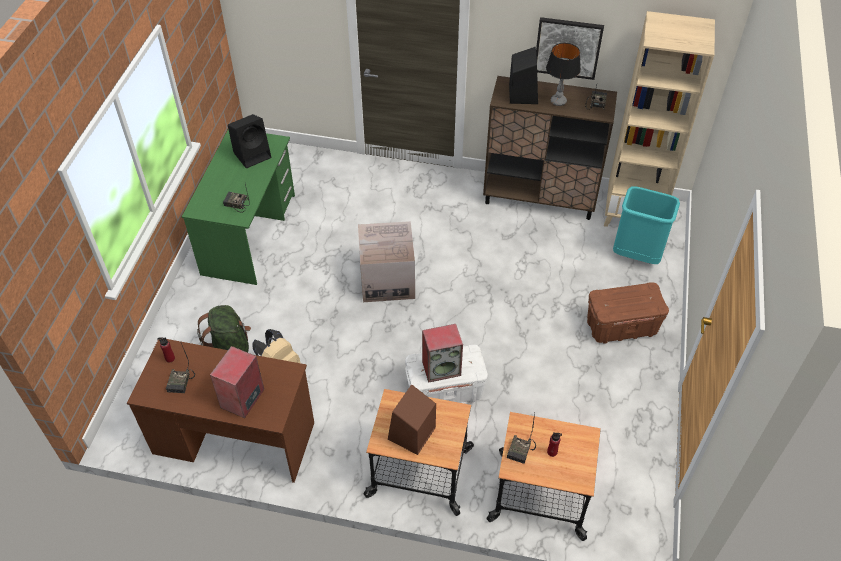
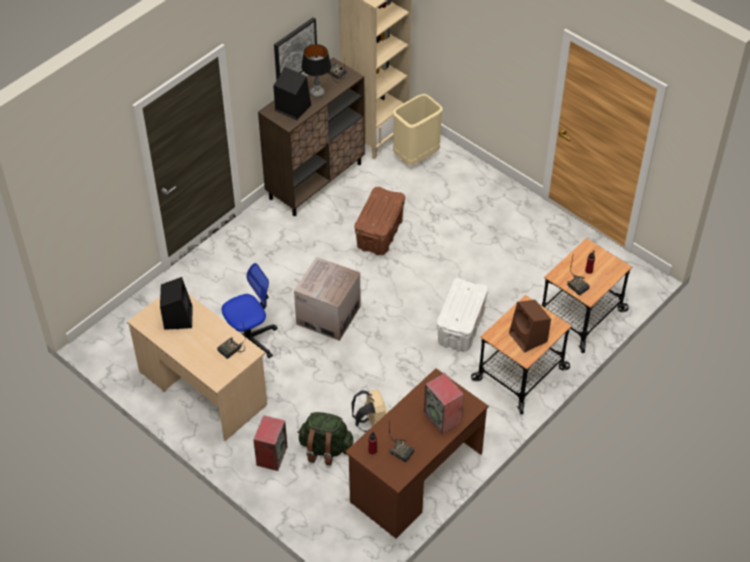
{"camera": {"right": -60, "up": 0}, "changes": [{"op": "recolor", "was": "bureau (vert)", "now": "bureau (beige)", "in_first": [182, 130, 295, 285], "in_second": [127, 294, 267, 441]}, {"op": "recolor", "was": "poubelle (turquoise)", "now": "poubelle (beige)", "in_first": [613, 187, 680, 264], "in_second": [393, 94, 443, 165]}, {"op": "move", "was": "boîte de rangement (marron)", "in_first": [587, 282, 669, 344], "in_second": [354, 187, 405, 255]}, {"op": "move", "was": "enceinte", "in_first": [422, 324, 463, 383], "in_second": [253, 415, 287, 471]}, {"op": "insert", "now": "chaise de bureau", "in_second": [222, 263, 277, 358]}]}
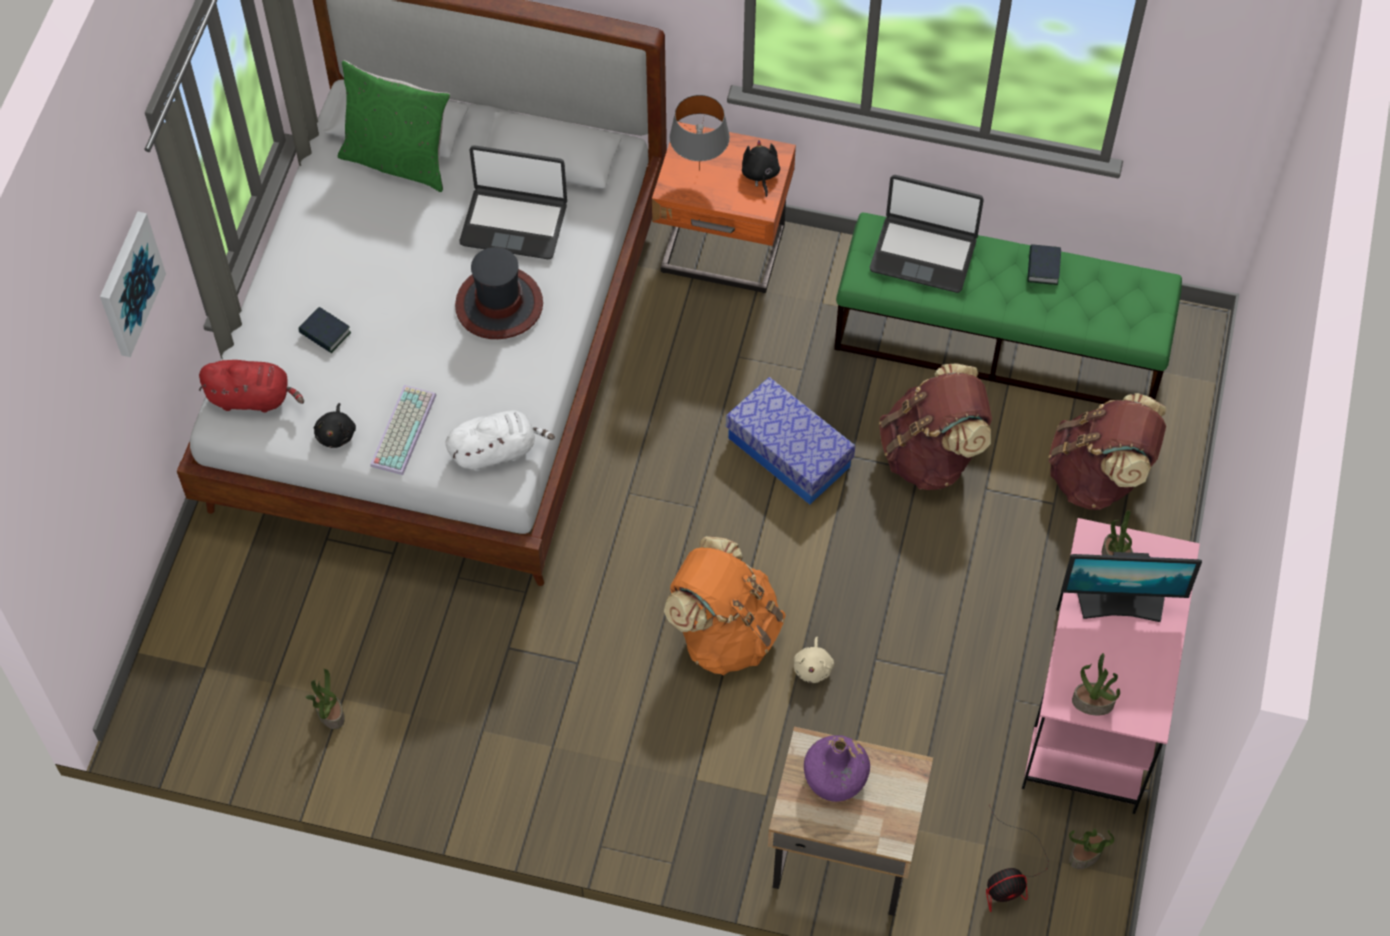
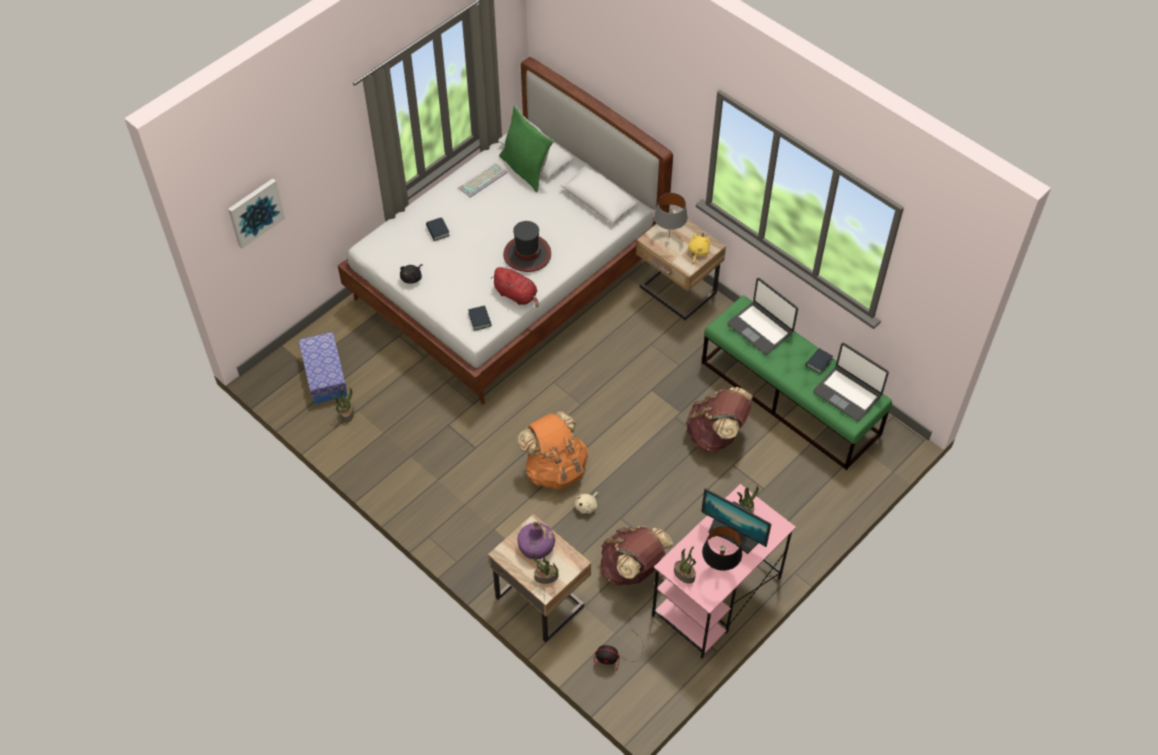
{"camera": {"right": 30, "up": -5}, "changes": [{"op": "recolor", "was": "table de chevet (orange)", "now": "table de chevet (beige)", "in_first": [652, 122, 796, 293], "in_second": [636, 210, 726, 320]}, {"op": "recolor", "was": "peluche (noir)", "now": "peluche (jaune)", "in_first": [742, 140, 780, 197], "in_second": [688, 233, 710, 264]}, {"op": "move", "was": "ordinateur portable", "in_first": [459, 145, 567, 259], "in_second": [813, 343, 889, 421]}, {"op": "move", "was": "tableau", "in_first": [100, 211, 166, 357], "in_second": [228, 178, 285, 249]}, {"op": "move", "was": "peluche (rouge)", "in_first": [199, 360, 304, 413], "in_second": [491, 267, 539, 307]}, {"op": "move", "was": "boîte de rangement", "in_first": [726, 377, 855, 505], "in_second": [299, 332, 347, 404]}, {"op": "move", "was": "clavier", "in_first": [370, 385, 436, 475], "in_second": [459, 162, 508, 198]}, {"op": "move", "was": "sac à dos (marron)", "in_first": [1049, 393, 1166, 510], "in_second": [601, 526, 674, 586]}, {"op": "replace", "was": "peluche (blanc)", "now": "livre", "in_first": [445, 410, 555, 471], "in_second": [468, 306, 492, 331]}, {"op": "move", "was": "plante en pot", "in_first": [1069, 829, 1114, 869], "in_second": [533, 554, 558, 584]}, {"op": "insert", "now": "lampe de table (noir)", "in_second": [702, 526, 742, 571]}]}
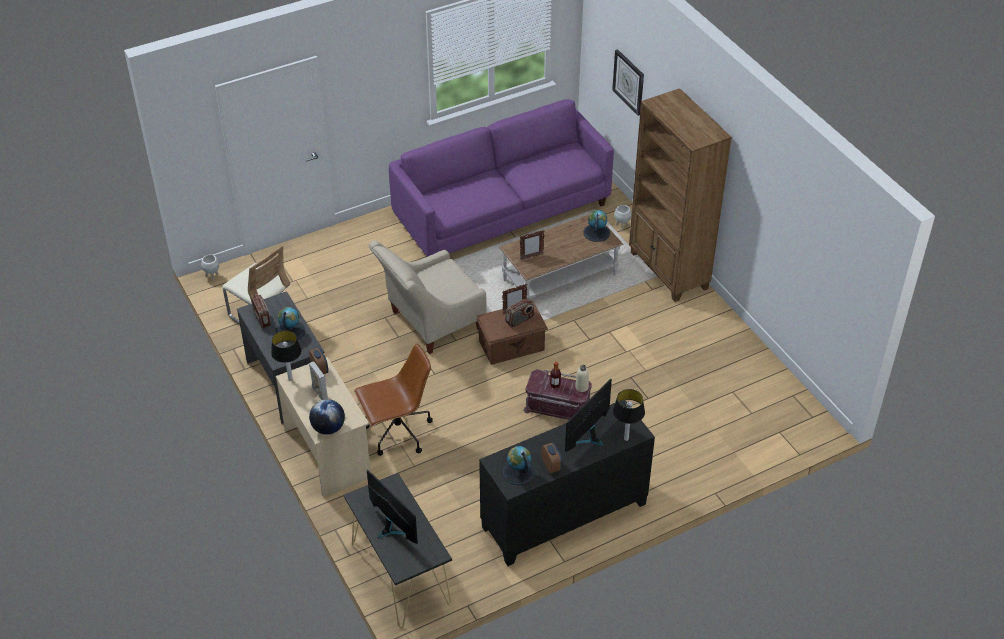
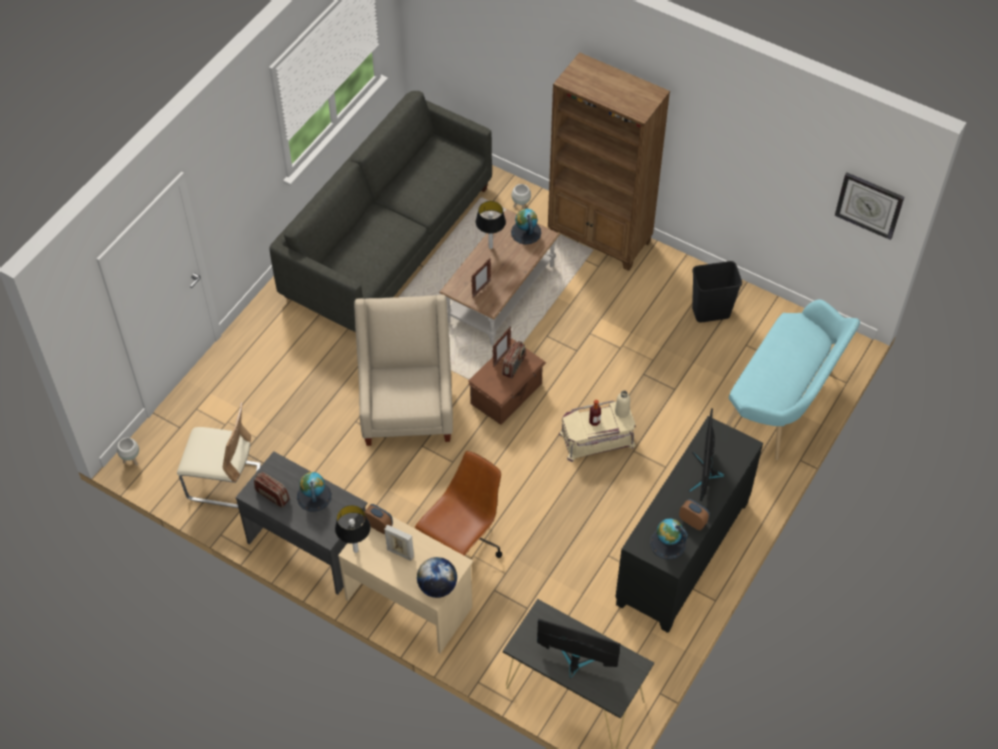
{"camera": {"right": -30, "up": 10}, "changes": [{"op": "move", "was": "horloge murale", "in_first": [612, 49, 644, 116], "in_second": [835, 172, 904, 240]}, {"op": "recolor", "was": "canapé (violet)", "now": "canapé (gris)", "in_first": [389, 99, 614, 257], "in_second": [270, 91, 492, 332]}, {"op": "rotate", "was": "fauteuil (beige)", "in_first": [369, 240, 487, 354], "in_second": [354, 295, 453, 446], "clockwise": 150}, {"op": "recolor", "was": "boîte de rangement (rouge)", "now": "boîte de rangement (beige)", "in_first": [523, 369, 592, 420], "in_second": [559, 401, 636, 462]}, {"op": "move", "was": "lampe de table", "in_first": [613, 389, 645, 441], "in_second": [476, 201, 506, 249]}, {"op": "insert", "now": "poubelle (noir)", "in_second": [692, 261, 742, 323]}, {"op": "insert", "now": "banc (turquoise)", "in_second": [726, 299, 860, 460]}]}
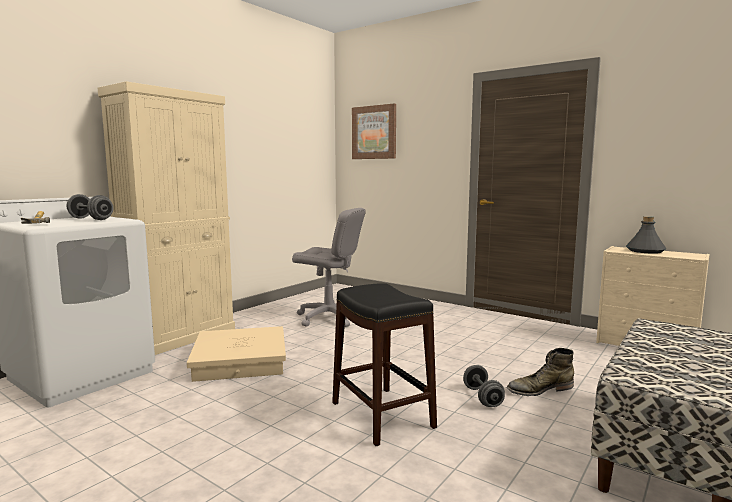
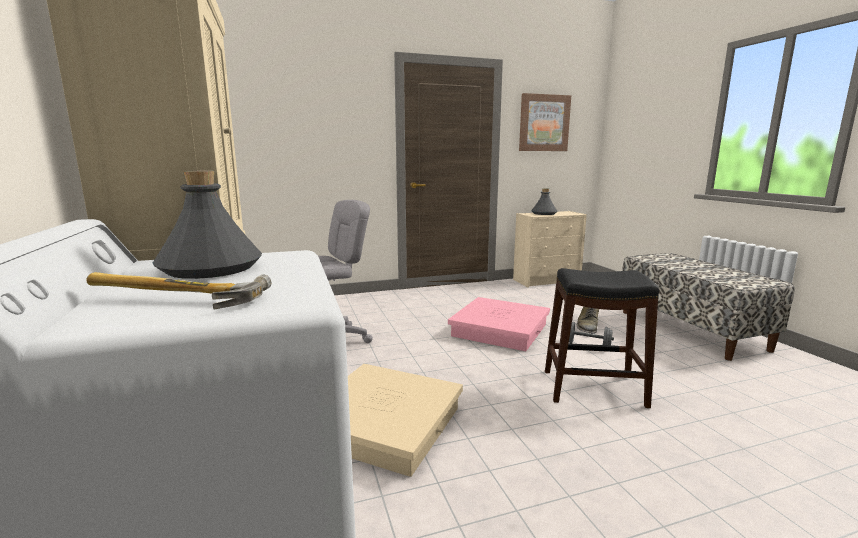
{"camera": {"right": -55, "up": 5}, "changes": [{"op": "move", "was": "tableau", "in_first": [352, 103, 396, 159], "in_second": [519, 93, 571, 151]}, {"op": "replace", "was": "haltère (gris)", "now": "bouteille (gris)", "in_first": [67, 194, 114, 220], "in_second": [153, 171, 262, 279]}, {"op": "insert", "now": "boîte de rangement (rose)", "in_second": [448, 297, 550, 351]}]}
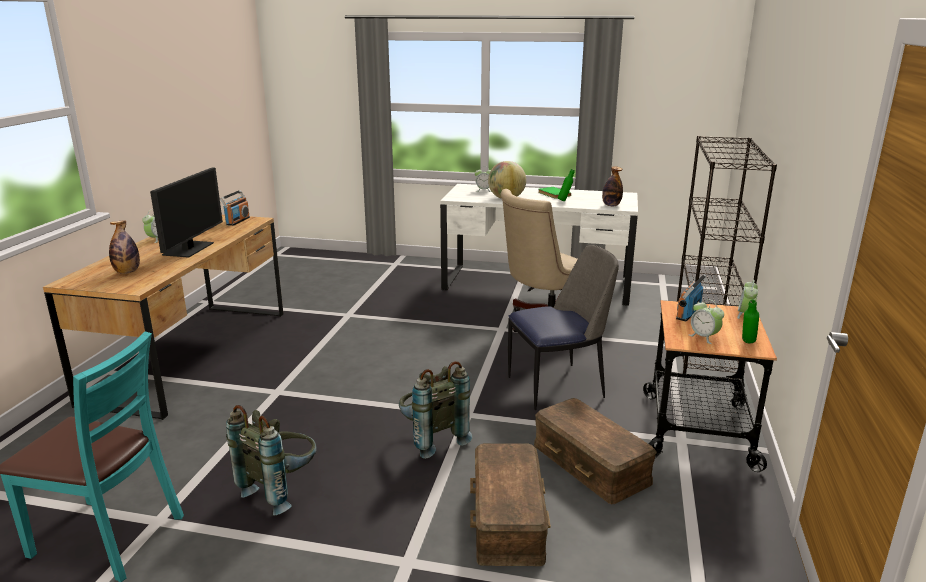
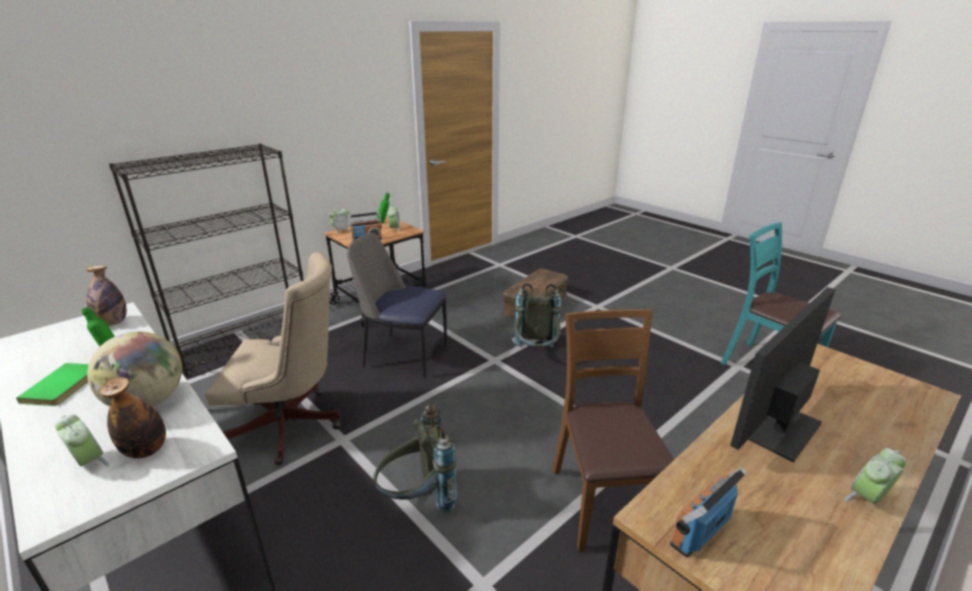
{"camera": {"right": -145, "up": 5}, "changes": [{"op": "move", "was": "bouteille", "in_first": [109, 220, 140, 274], "in_second": [99, 377, 166, 459]}, {"op": "delete", "was": "boîte de rangement (marron)", "in_first": [534, 398, 657, 504]}, {"op": "move", "was": "sac à dos (gris)", "in_first": [226, 405, 317, 515], "in_second": [373, 403, 457, 513]}, {"op": "insert", "now": "chaise (marron)", "in_second": [552, 309, 675, 551]}]}
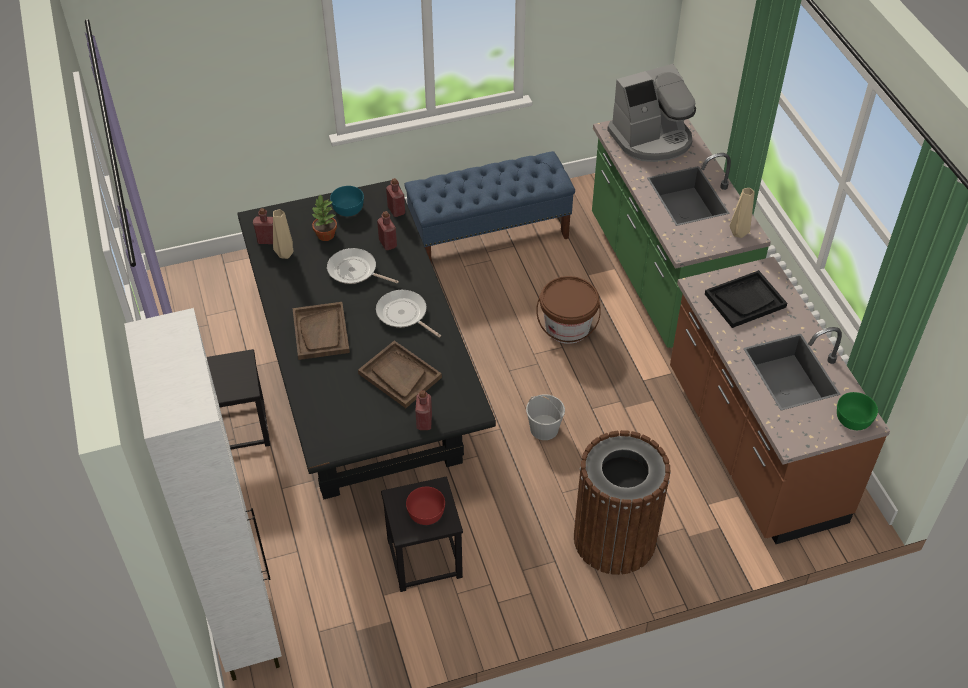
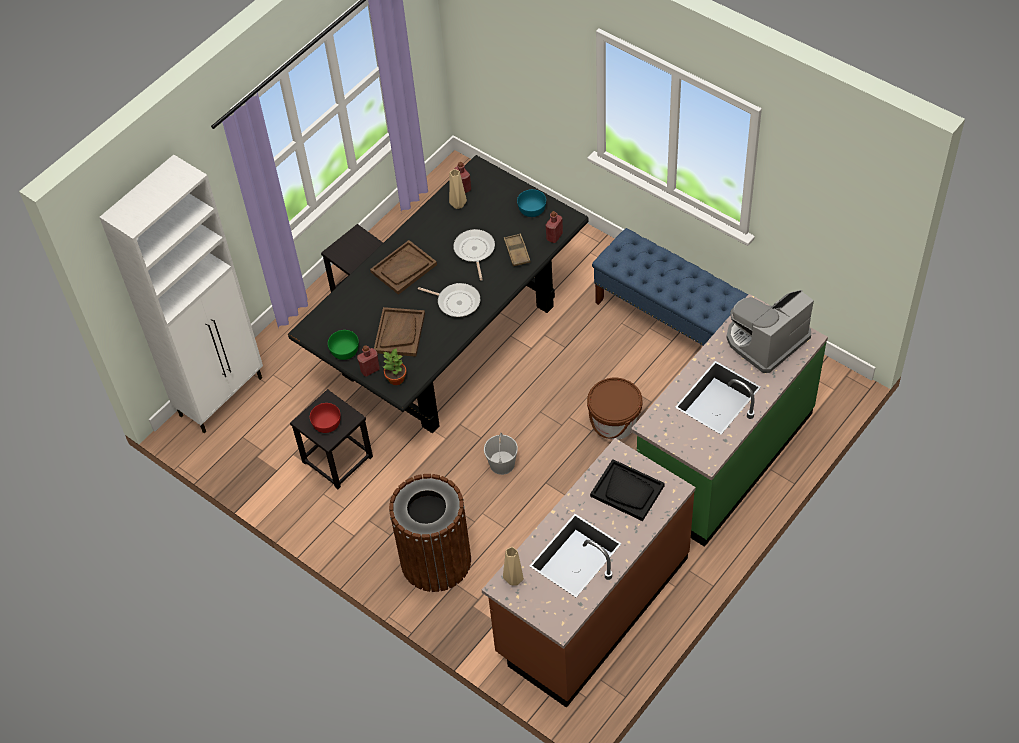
{"camera": {"right": 60, "up": 5}, "changes": [{"op": "rotate", "was": "machine à café", "in_first": [607, 64, 696, 162], "in_second": [726, 290, 814, 373], "clockwise": 105}, {"op": "move", "was": "vase (beige)", "in_first": [730, 188, 755, 238], "in_second": [503, 547, 524, 585]}, {"op": "move", "was": "plante en pot", "in_first": [312, 195, 337, 241], "in_second": [383, 348, 406, 385]}, {"op": "replace", "was": "bouteille (rouge)", "now": "plateau (marron)", "in_first": [377, 211, 397, 250], "in_second": [504, 233, 530, 266]}, {"op": "rotate", "was": "poêle", "in_first": [376, 290, 441, 338], "in_second": [418, 283, 480, 317], "clockwise": 105}, {"op": "move", "was": "bol (vert)", "in_first": [837, 392, 878, 430], "in_second": [328, 330, 359, 360]}]}
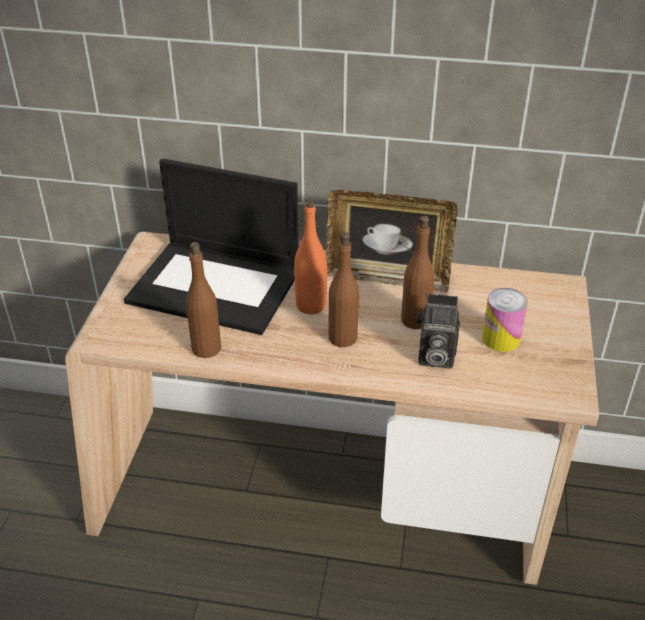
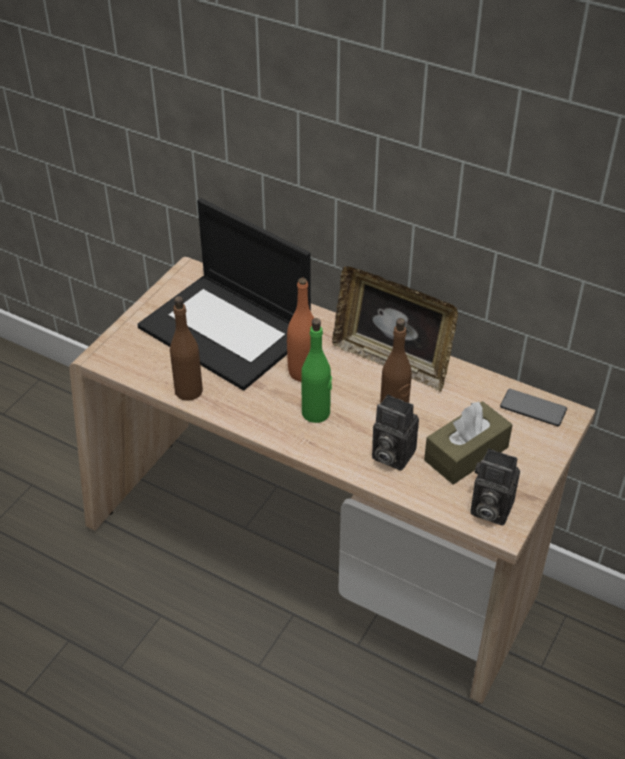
{"camera": {"right": 20, "up": 5}, "changes": [{"op": "recolor", "was": "bouteille (marron)", "now": "bouteille (vert)", "in_first": [328, 232, 360, 347], "in_second": [301, 318, 332, 423]}, {"op": "replace", "was": "boîte métallique", "now": "boîte à mouchoirs (marron)", "in_first": [482, 288, 528, 352], "in_second": [424, 401, 512, 485]}, {"op": "insert", "now": "téléphone", "in_second": [500, 389, 567, 426]}, {"op": "insert", "now": "appareil photo", "in_second": [470, 449, 520, 526]}]}
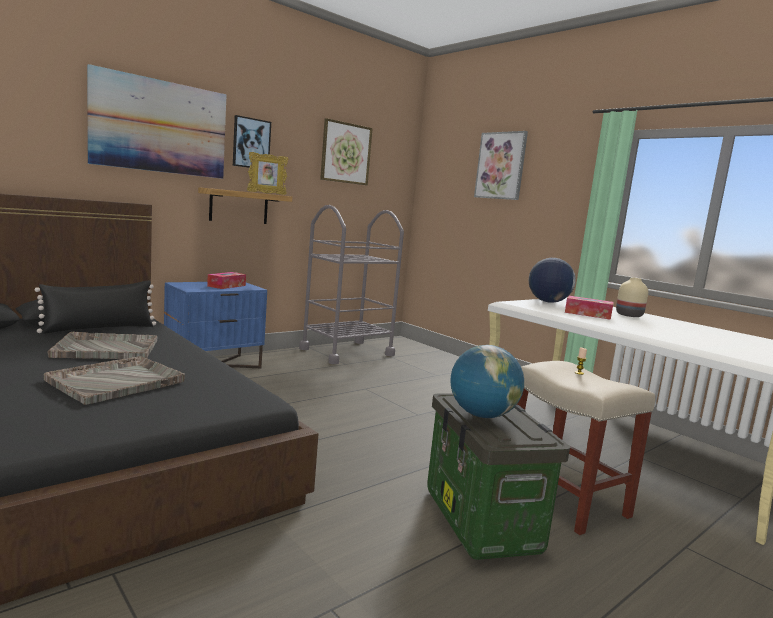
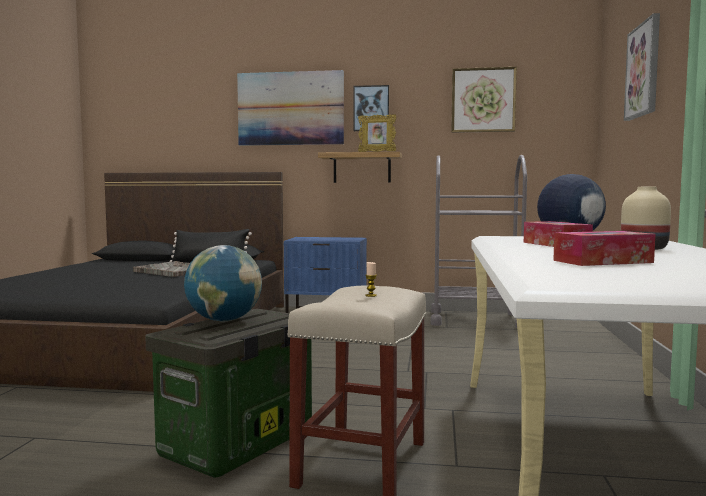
{"camera": {"right": 50, "up": -5}, "changes": [{"op": "move", "was": "boîte à mouchoirs", "in_first": [207, 272, 246, 289], "in_second": [553, 231, 655, 266]}, {"op": "delete", "was": "plateau (gris)", "in_first": [44, 356, 185, 405]}]}
